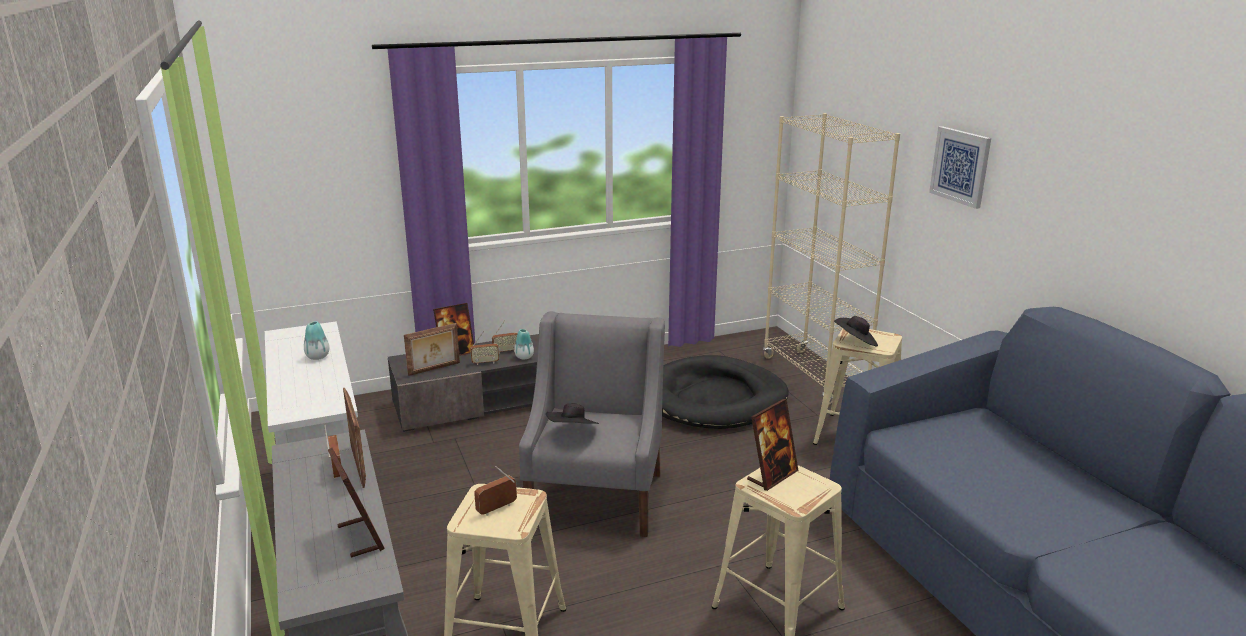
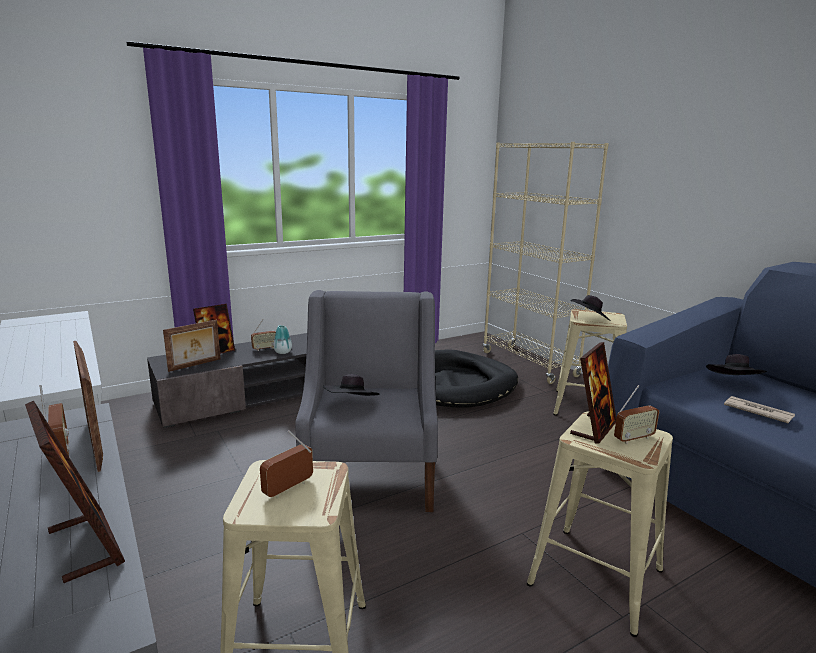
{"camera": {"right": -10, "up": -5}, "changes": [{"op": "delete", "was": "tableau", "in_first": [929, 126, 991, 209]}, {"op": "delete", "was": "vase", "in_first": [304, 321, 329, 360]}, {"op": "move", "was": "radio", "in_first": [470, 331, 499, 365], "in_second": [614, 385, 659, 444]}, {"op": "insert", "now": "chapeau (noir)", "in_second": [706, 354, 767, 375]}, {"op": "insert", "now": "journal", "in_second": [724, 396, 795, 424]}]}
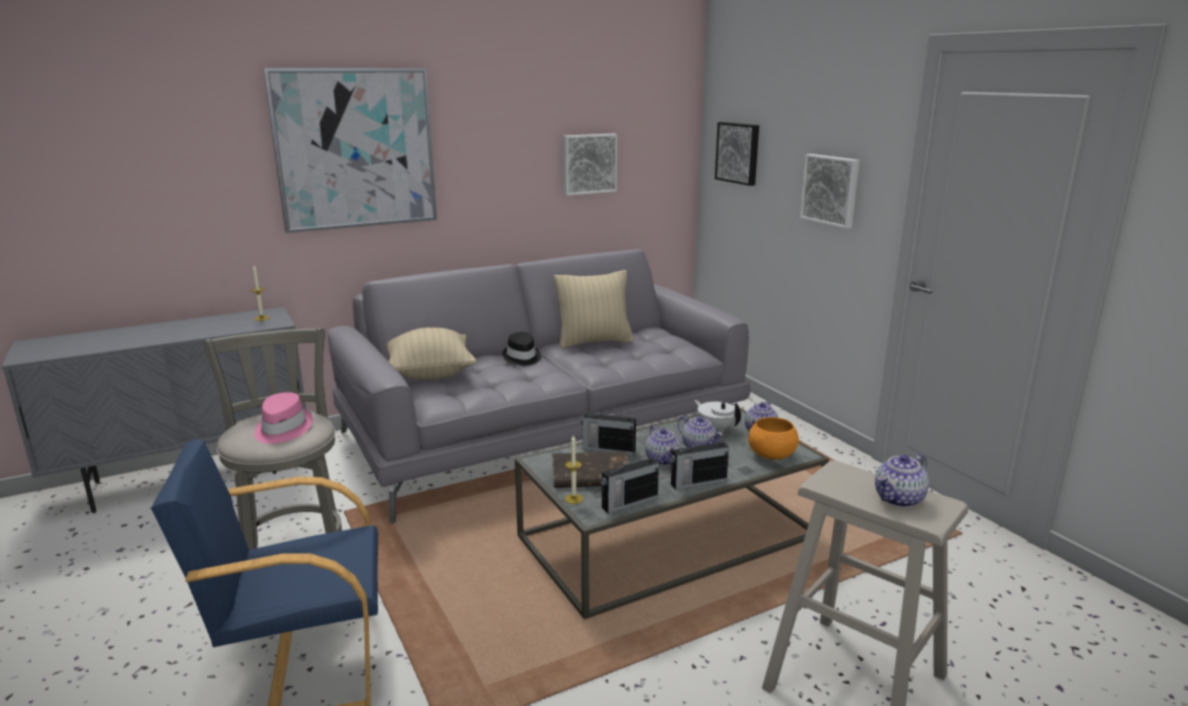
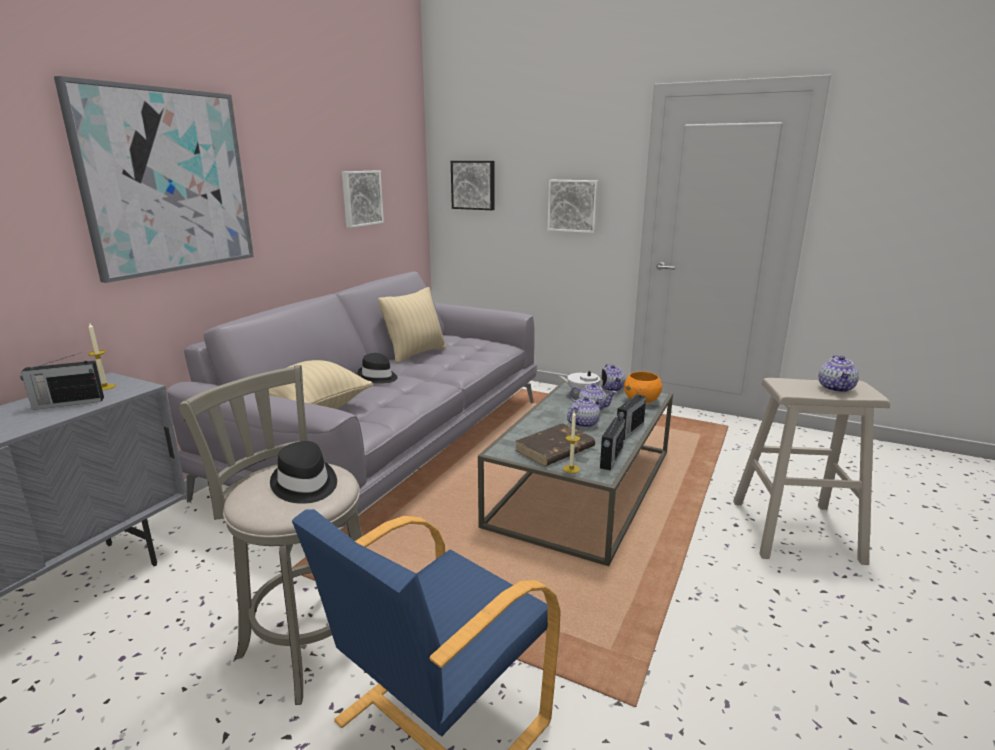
{"camera": {"right": -35, "up": 0}, "changes": [{"op": "recolor", "was": "chapeau (rose)", "now": "chapeau (noir)", "in_first": [254, 392, 313, 444], "in_second": [270, 441, 337, 504]}, {"op": "move", "was": "radio", "in_first": [581, 410, 636, 455], "in_second": [20, 352, 104, 410]}, {"op": "rotate", "was": "théière", "in_first": [645, 425, 681, 465], "in_second": [567, 397, 602, 428], "clockwise": -75}]}
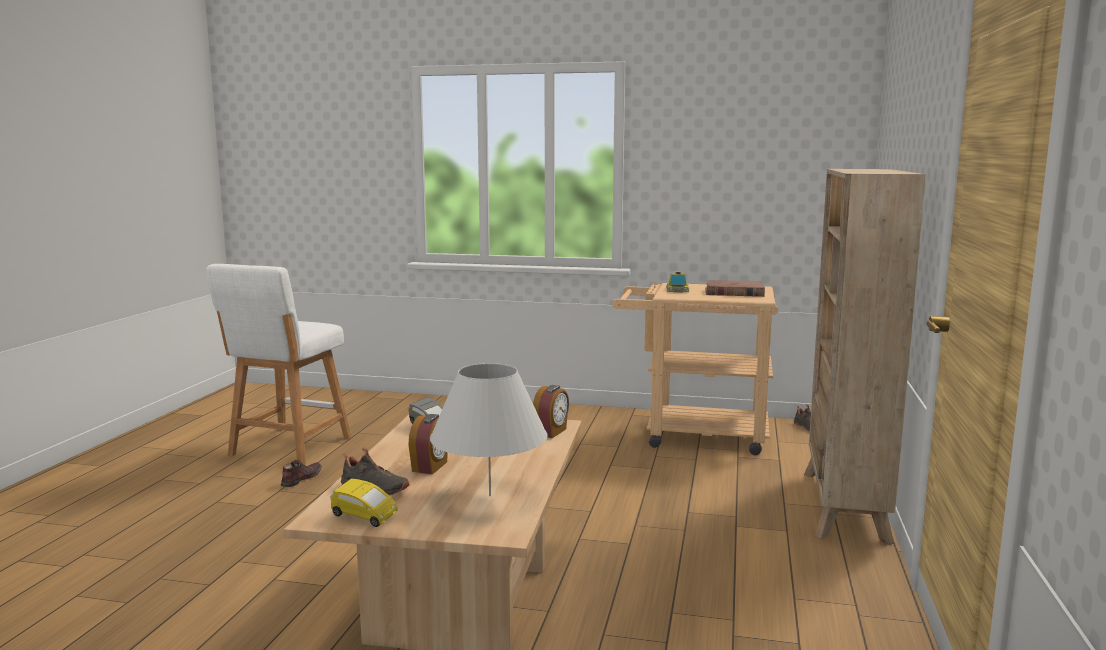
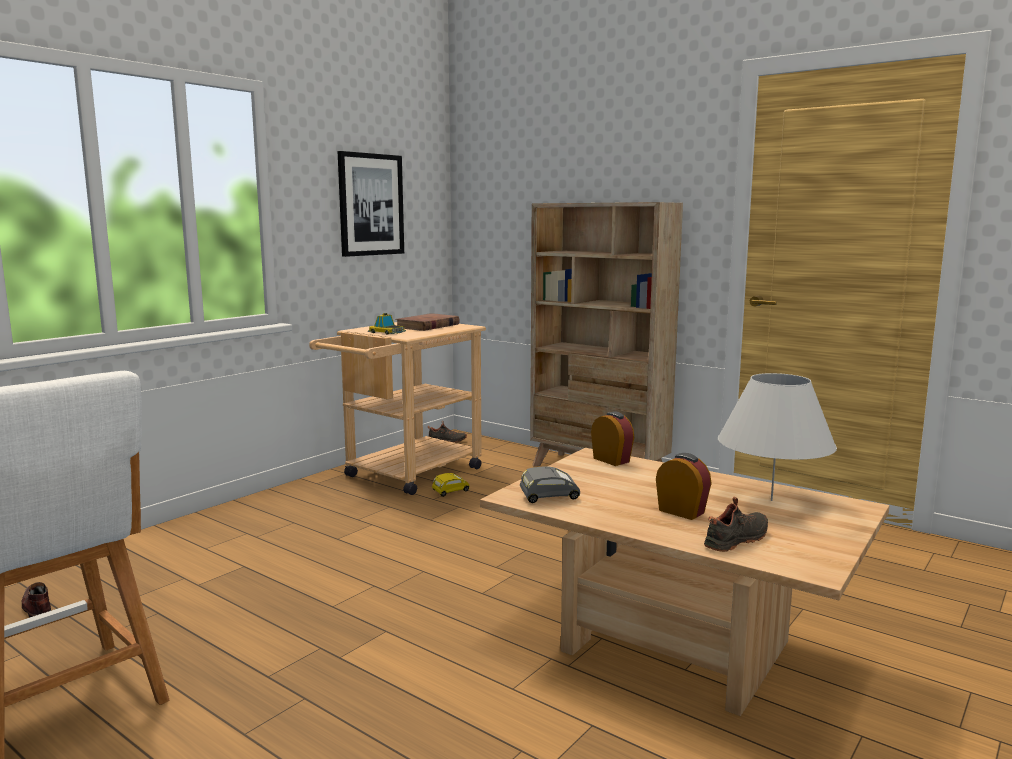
{"camera": {"right": -65, "up": 0}, "changes": [{"op": "move", "was": "chaussure (marron)", "in_first": [281, 460, 322, 487], "in_second": [22, 582, 51, 618]}, {"op": "move", "was": "petite voiture (jaune)", "in_first": [330, 479, 398, 527], "in_second": [432, 473, 470, 497]}, {"op": "insert", "now": "tableau", "in_second": [338, 151, 404, 257]}]}
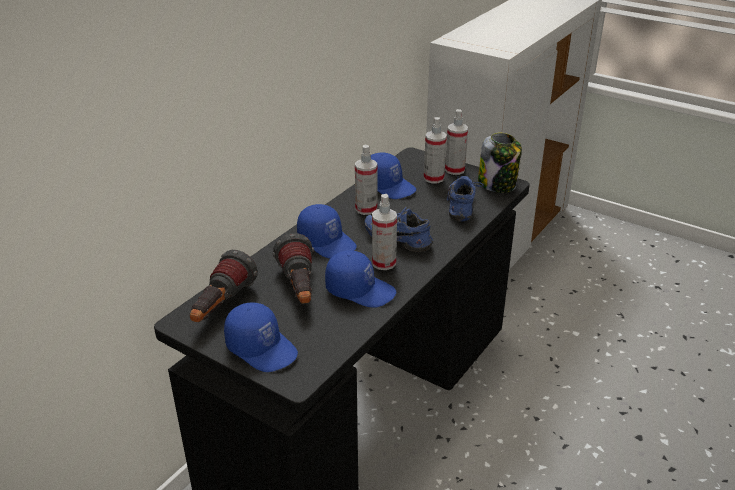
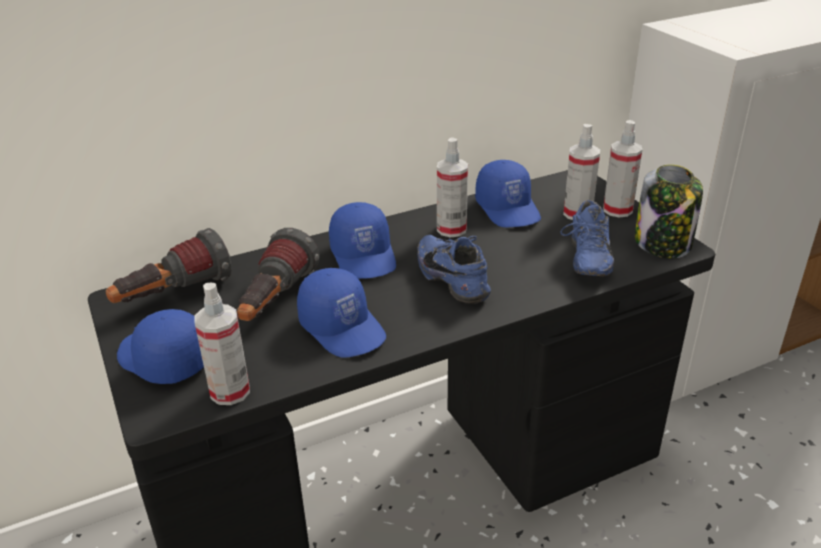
{"camera": {"right": 30, "up": 0}, "changes": [{"op": "rotate", "was": "chaussure (bleu)", "in_first": [447, 176, 484, 221], "in_second": [560, 200, 614, 276], "clockwise": 150}, {"op": "move", "was": "vaporisateur", "in_first": [372, 194, 397, 270], "in_second": [195, 283, 250, 405]}, {"op": "rotate", "was": "casquette (bleu)", "in_first": [224, 303, 298, 372], "in_second": [117, 309, 204, 384], "clockwise": 150}]}
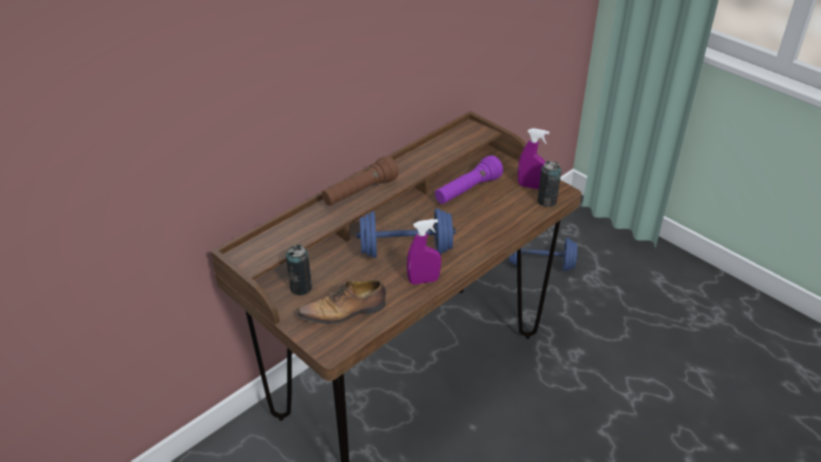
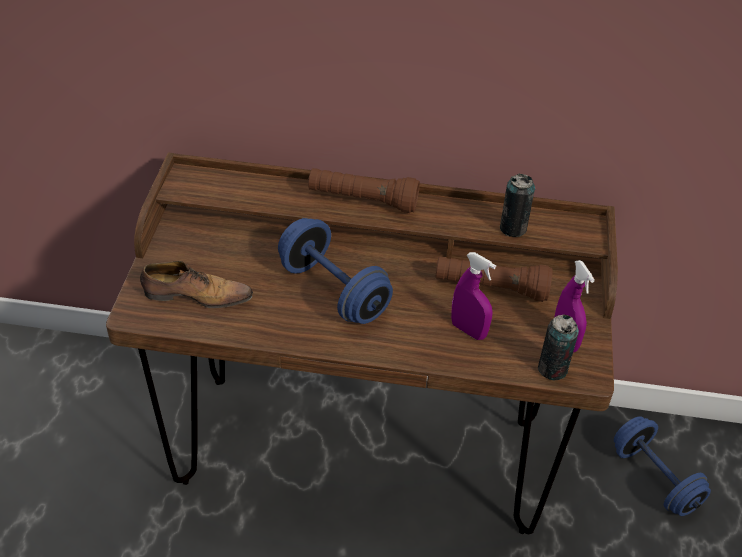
{"camera": {"right": 50, "up": 5}, "changes": [{"op": "recolor", "was": "lampe de poche (violet)", "now": "lampe de poche (marron)", "in_first": [435, 156, 503, 204], "in_second": [435, 257, 553, 302]}, {"op": "move", "was": "vaporisateur (violet)", "in_first": [407, 219, 441, 284], "in_second": [451, 252, 496, 340]}, {"op": "move", "was": "boîte métallique", "in_first": [286, 245, 313, 295], "in_second": [500, 174, 535, 237]}, {"op": "rotate", "was": "chaussure", "in_first": [297, 280, 386, 324], "in_second": [140, 261, 253, 308], "clockwise": 150}]}
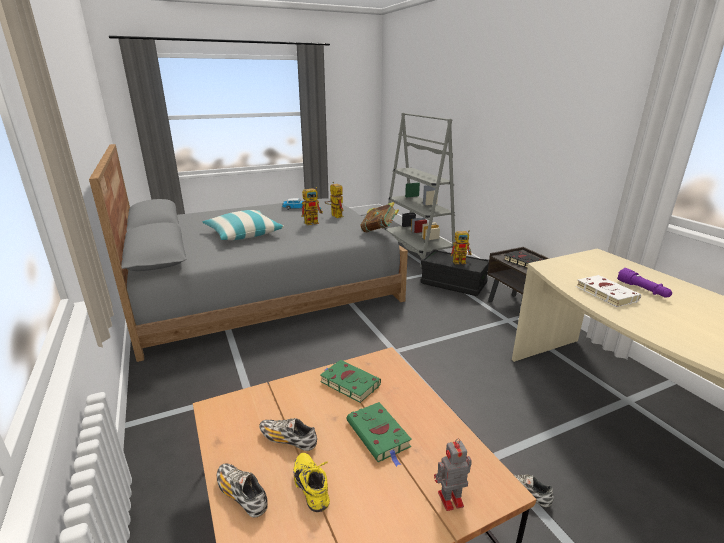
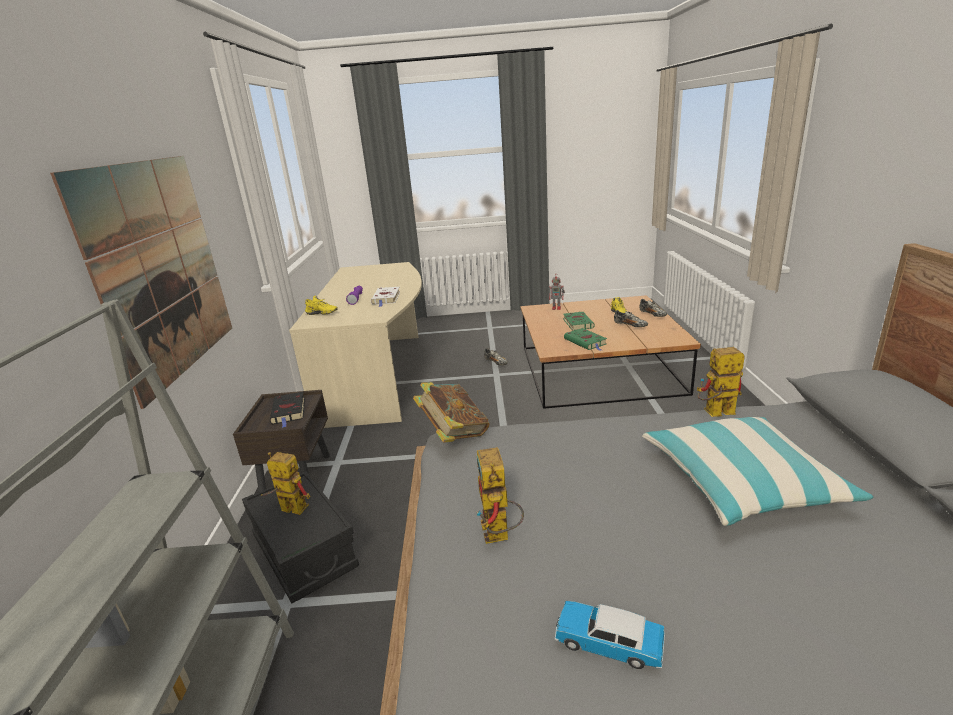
{"camera": {"right": -155, "up": 0}, "changes": [{"op": "move", "was": "robot jouet", "in_first": [301, 187, 323, 225], "in_second": [697, 347, 745, 417]}, {"op": "insert", "now": "tableau", "in_second": [50, 156, 232, 409]}, {"op": "insert", "now": "chaussure (jaune)", "in_second": [305, 296, 338, 315]}]}
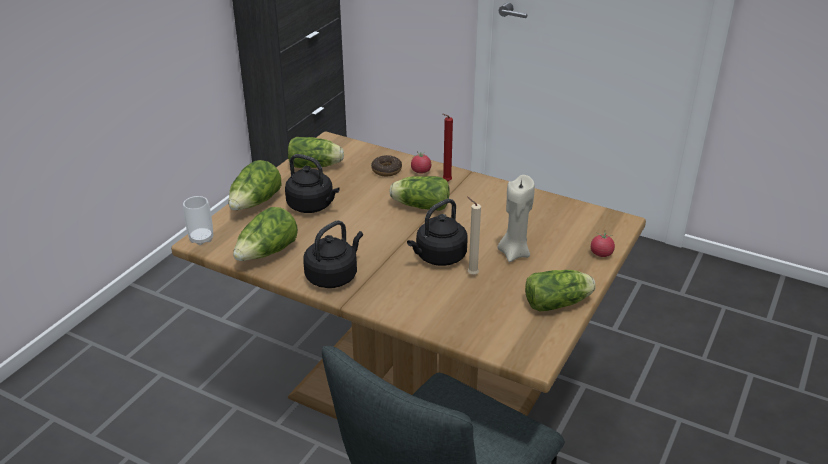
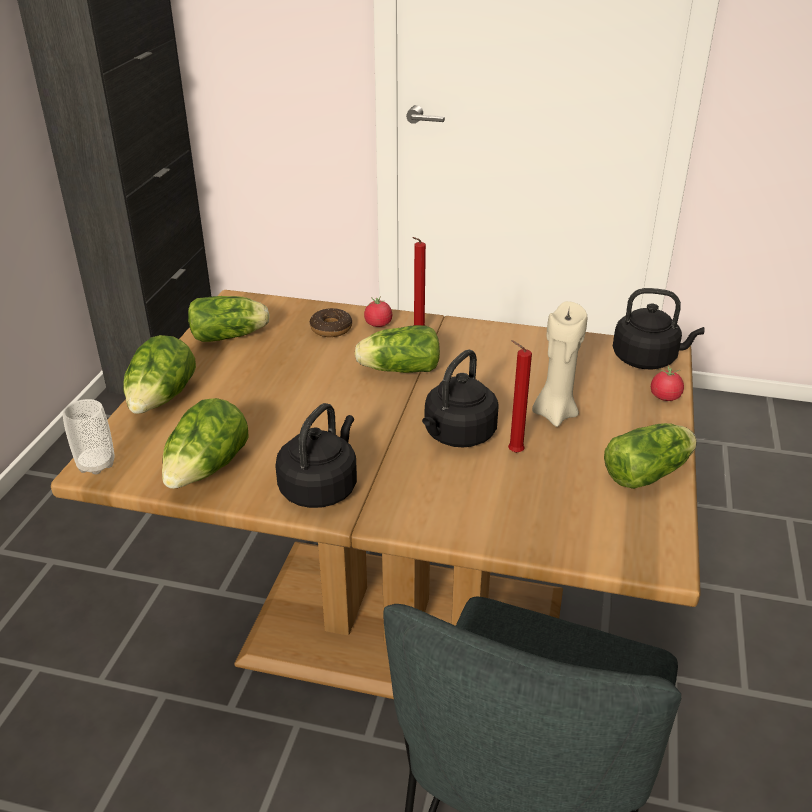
{"camera": {"right": -15, "up": 0}, "changes": [{"op": "move", "was": "bouilloire (noir)", "in_first": [285, 154, 340, 213], "in_second": [613, 288, 705, 369]}, {"op": "recolor", "was": "bougie (beige)", "now": "bougie (rouge)", "in_first": [467, 197, 481, 275], "in_second": [508, 340, 532, 453]}]}
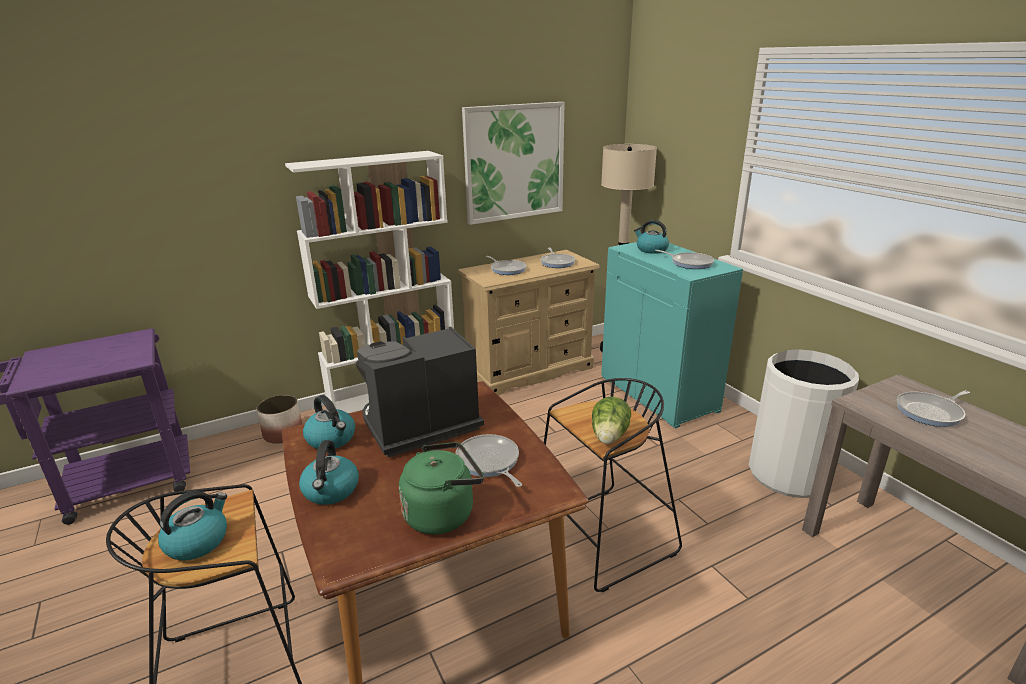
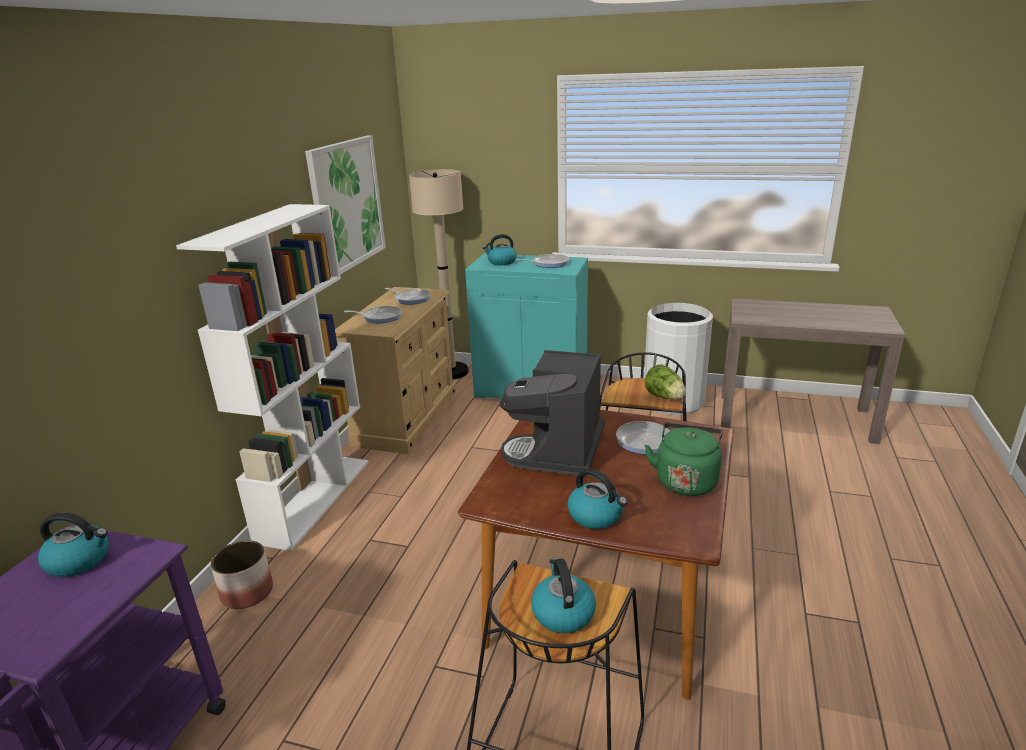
{"camera": {"right": -45, "up": 0}, "changes": [{"op": "delete", "was": "poêle", "in_first": [897, 390, 970, 427]}, {"op": "move", "was": "bouilloire", "in_first": [303, 395, 355, 449], "in_second": [38, 513, 109, 577]}]}
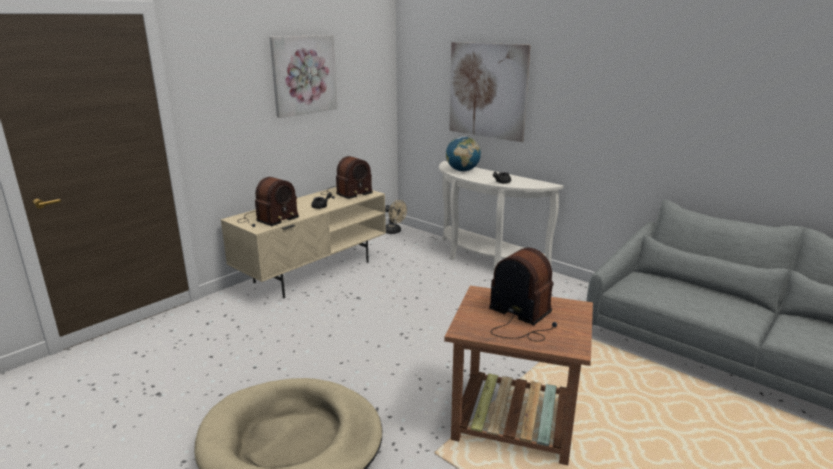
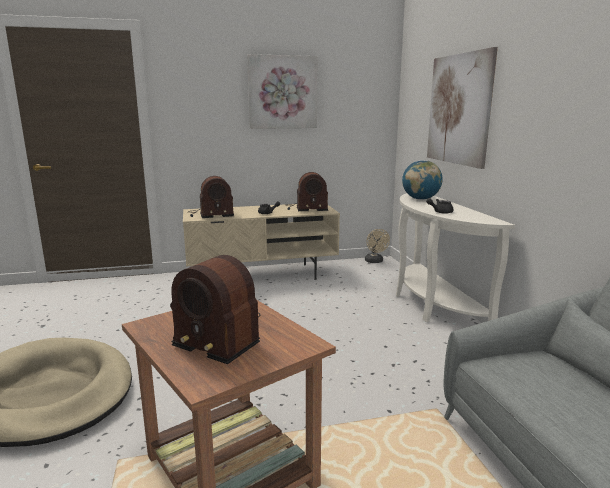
{"camera": {"right": 35, "up": -5}, "changes": [{"op": "rotate", "was": "radio", "in_first": [489, 248, 557, 342], "in_second": [170, 255, 260, 364], "clockwise": 135}]}
